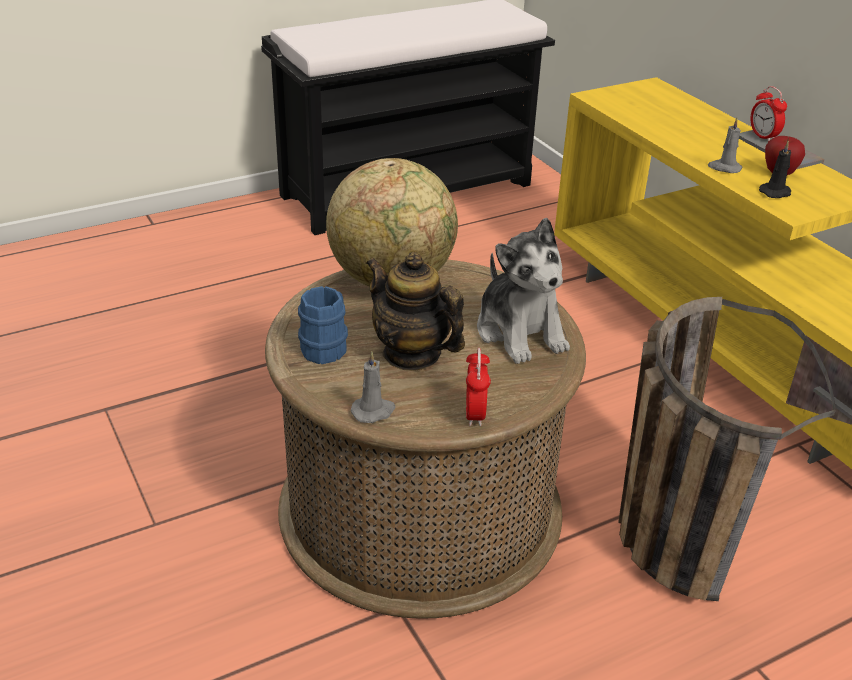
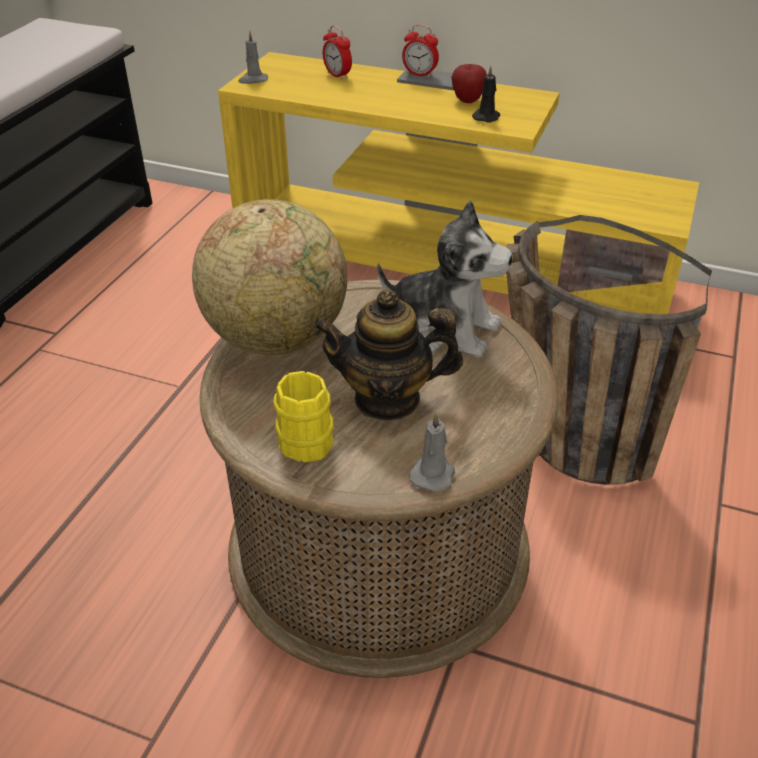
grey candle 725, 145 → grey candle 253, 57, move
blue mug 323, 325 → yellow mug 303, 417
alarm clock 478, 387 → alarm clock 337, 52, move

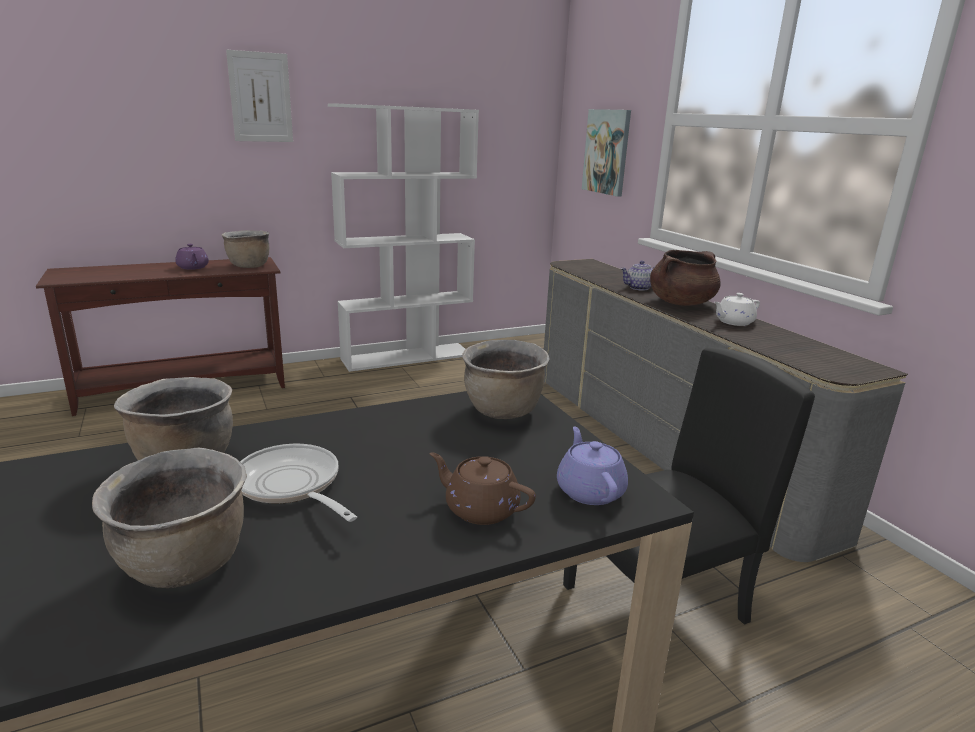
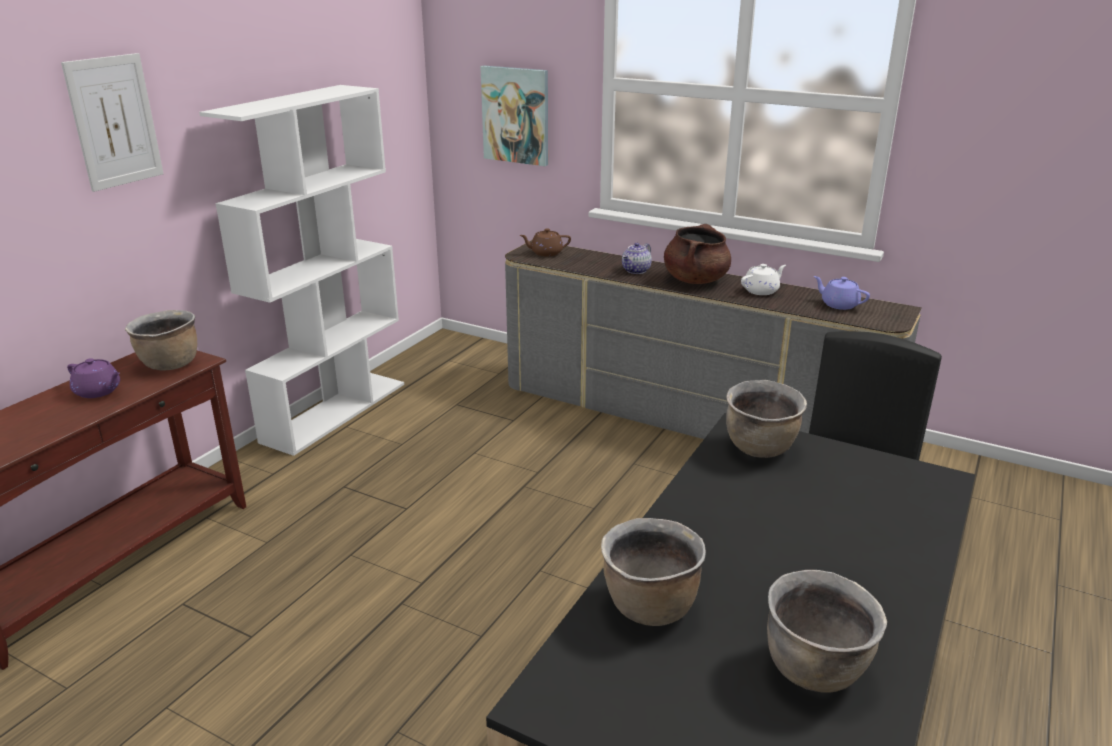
brown teapot 482, 488 → brown teapot 545, 242, move
white teapot 737, 309 → white teapot 763, 279, 150 degrees counterclockwise
purple teapot 592, 465 → purple teapot 842, 293, move
frying pan 298, 483 → -

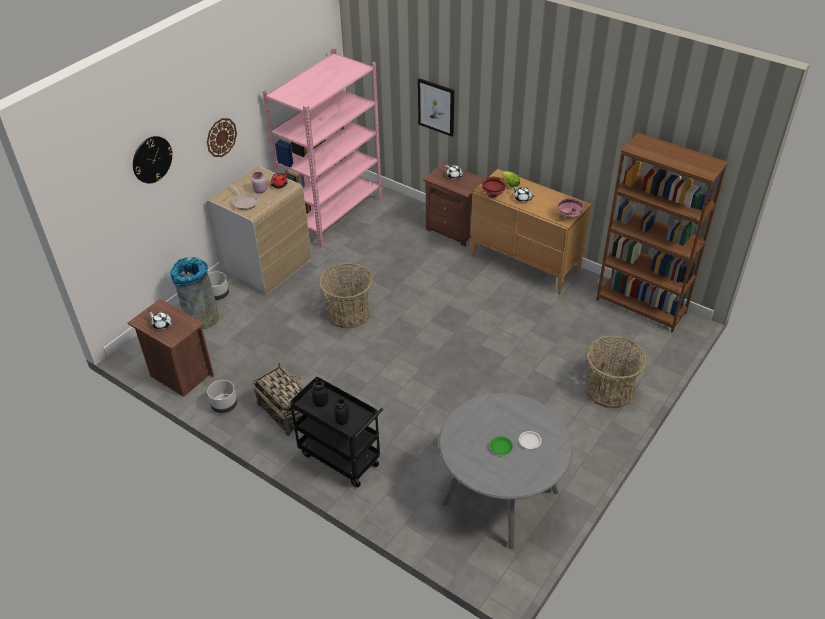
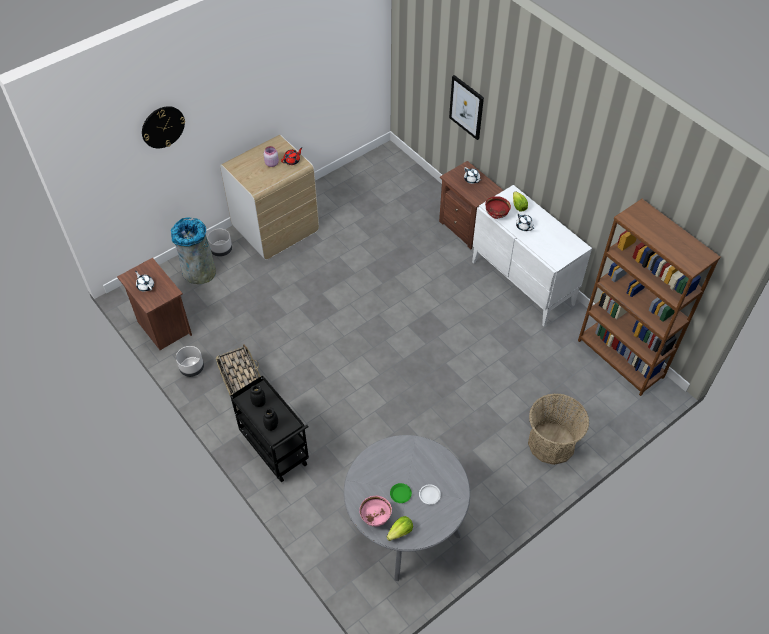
pink bowl 571, 209 → pink bowl 375, 511, move
- → lettuce 400, 528
brown cabinet 531, 232 → white cabinet 532, 255
wall clock 222, 137 → -
frying pan 245, 197 → -
pink bookcase 322, 148 → -
basket 346, 296 → -

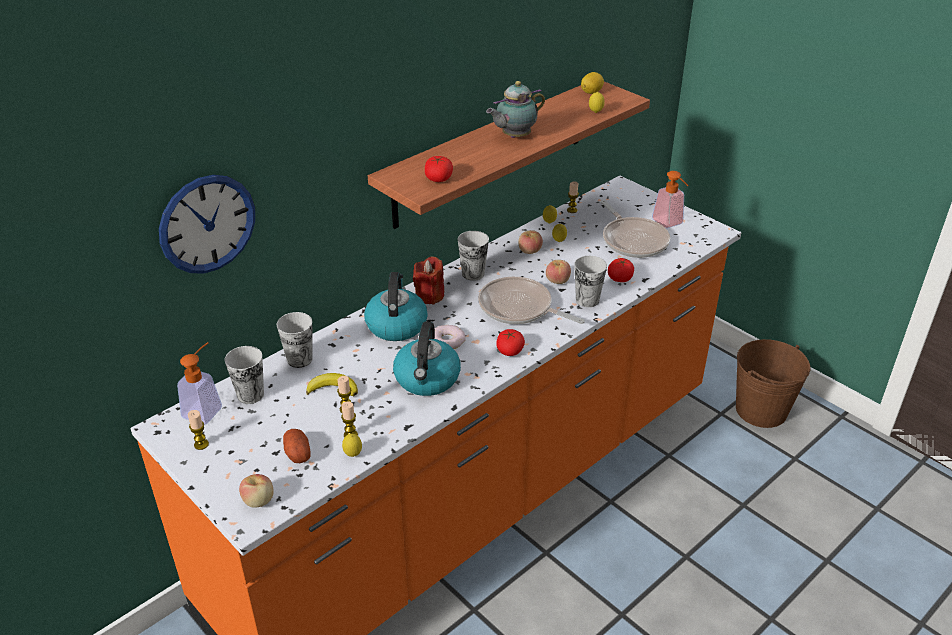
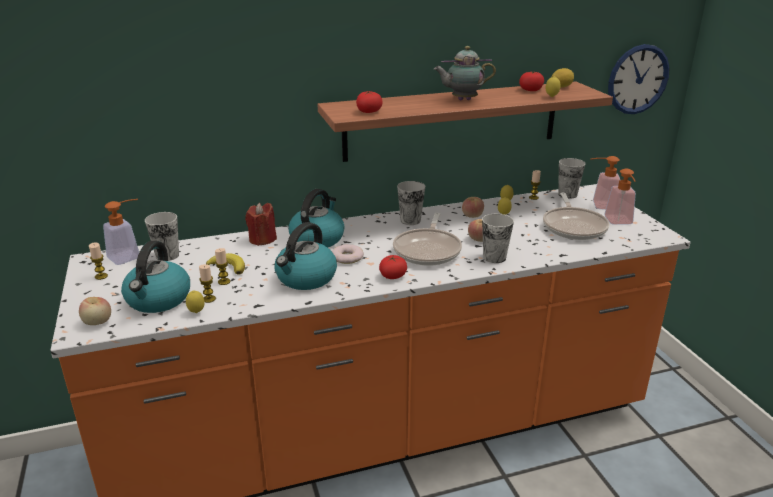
potato 297, 446 → kettle 155, 277
red candle 428, 281 → red candle 261, 224, move
frying pan 531, 300 → frying pan 427, 239, 135 degrees counterclockwise
tomato 621, 270 → tomato 531, 81, move
cup 295, 340 → cup 571, 178, move
- → soap dispenser 605, 183
wall clock 207, 224 → wall clock 639, 79, move
brown bucket 773, 383 → -

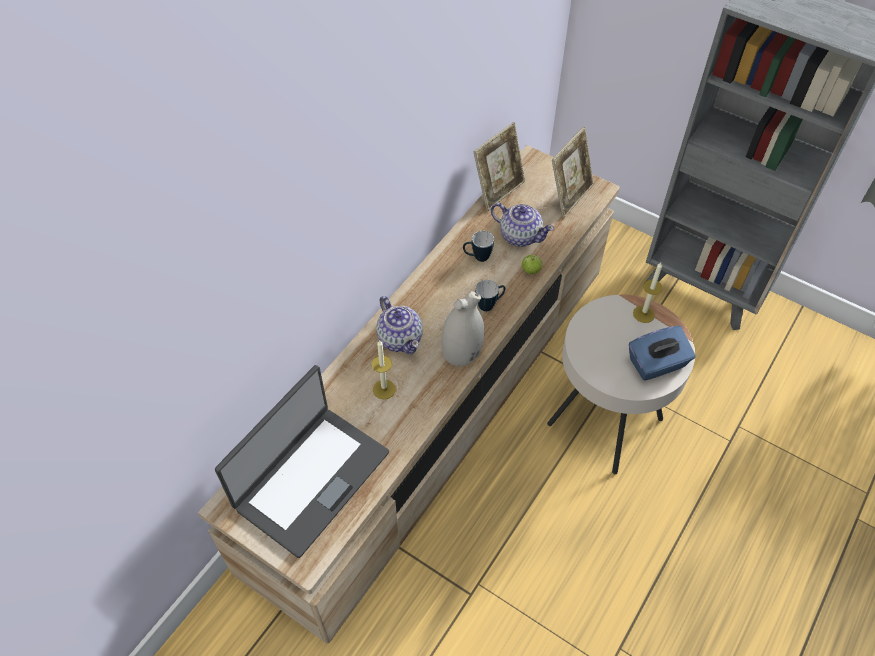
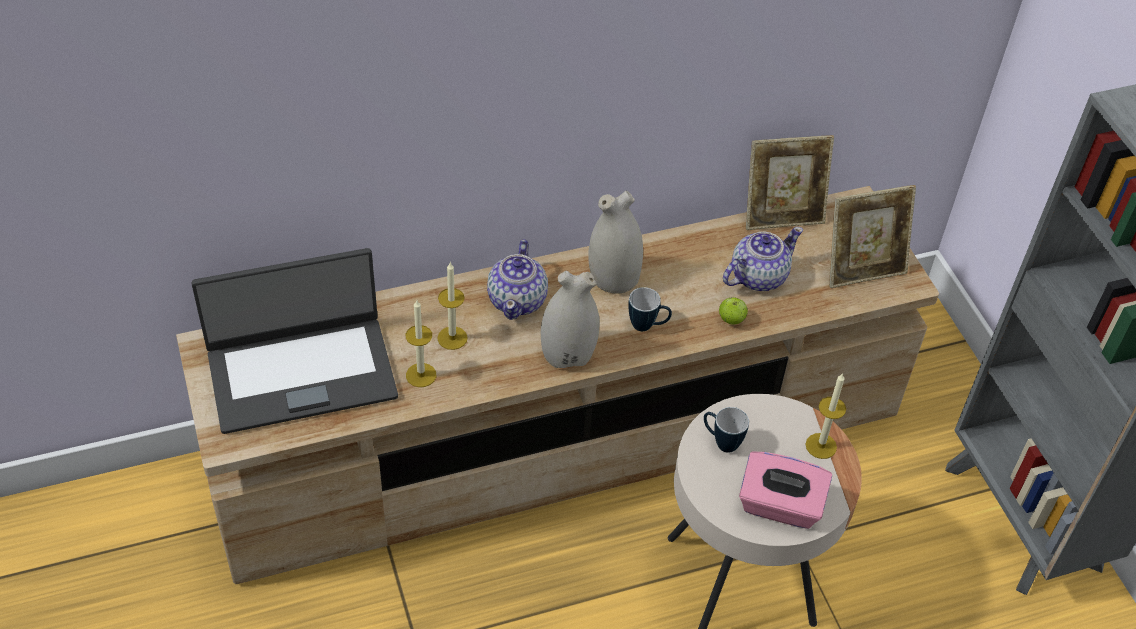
- → candle 421, 343
- → white vase 615, 242
mug 478, 246 → mug 726, 430, move
teapot 522, 224 → teapot 763, 259, 105 degrees counterclockwise
blue tissue box 662, 353 → pink tissue box 785, 490

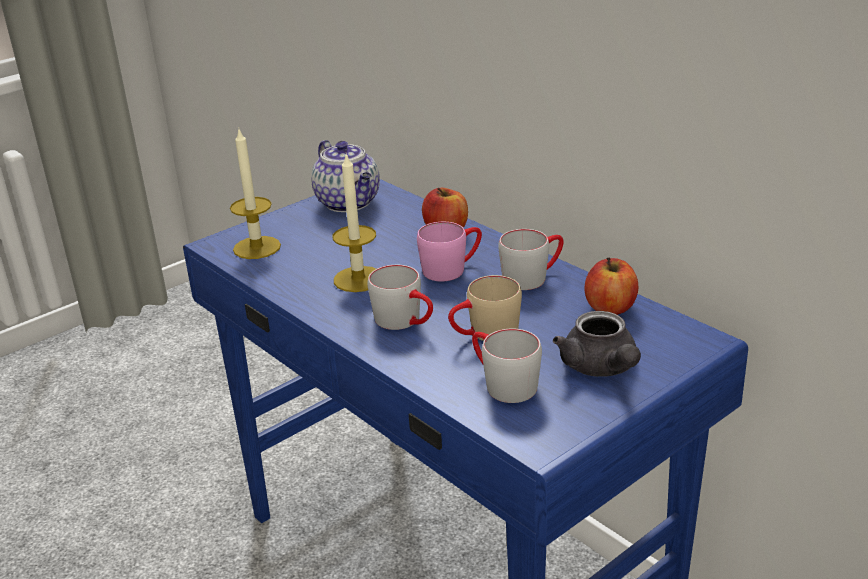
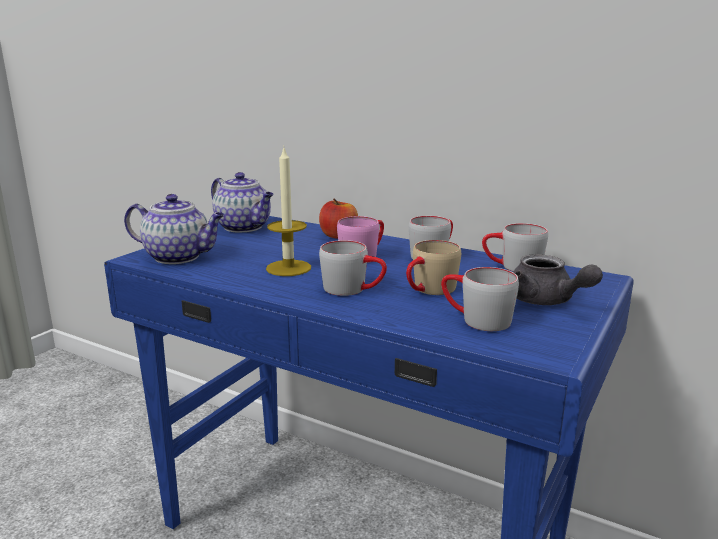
candle 255, 194 → teapot 174, 229
apple 611, 286 → grey mug 515, 247

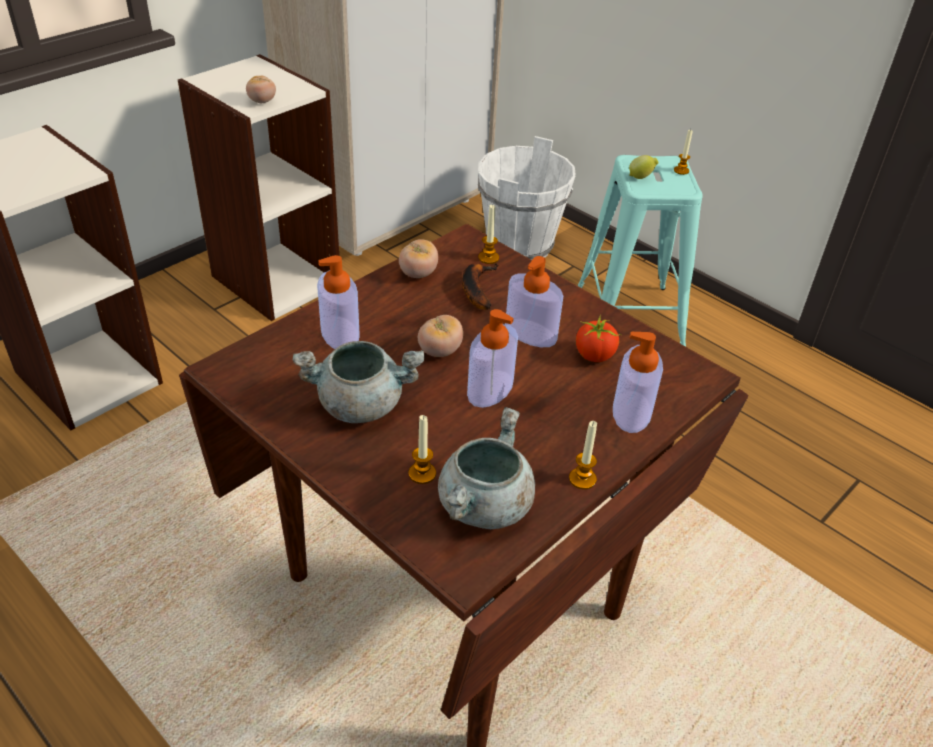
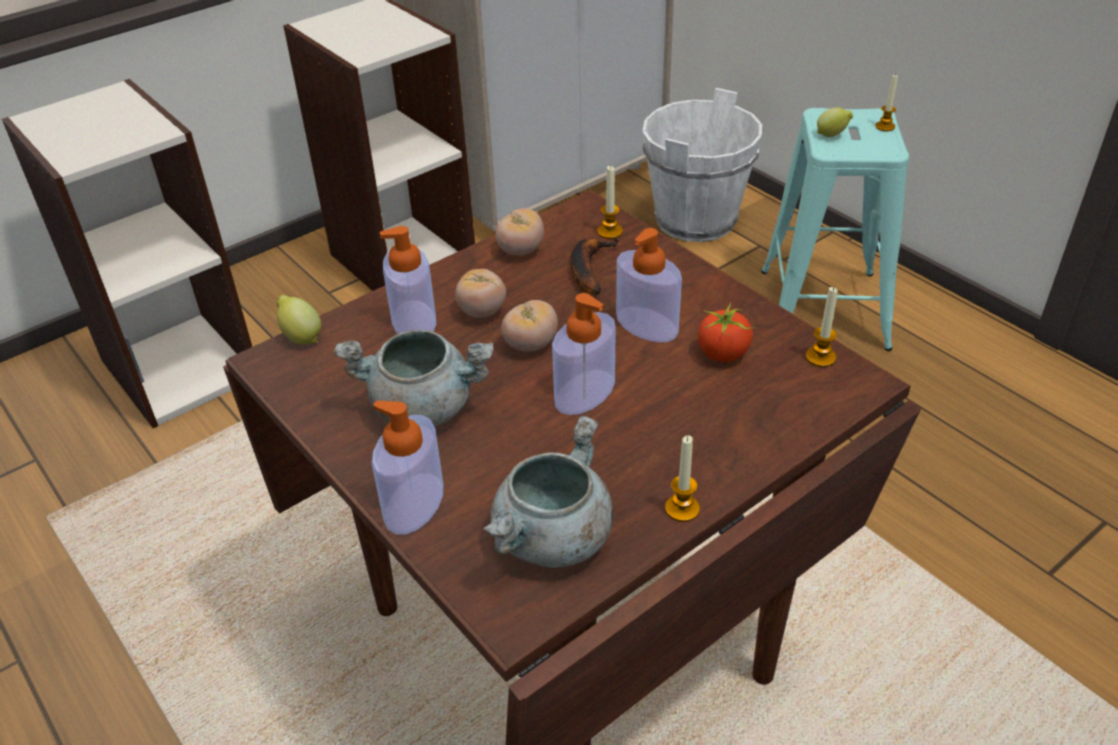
- → lemon 299, 319
soap dispenser 638, 382 → soap dispenser 407, 467, move
tomato 261, 89 → tomato 480, 293, move
candle 422, 449 → candle 822, 327, move

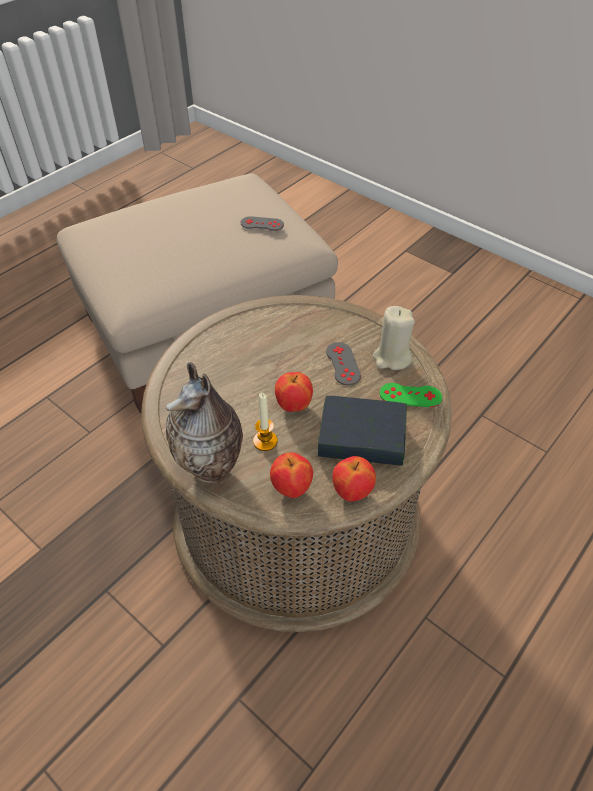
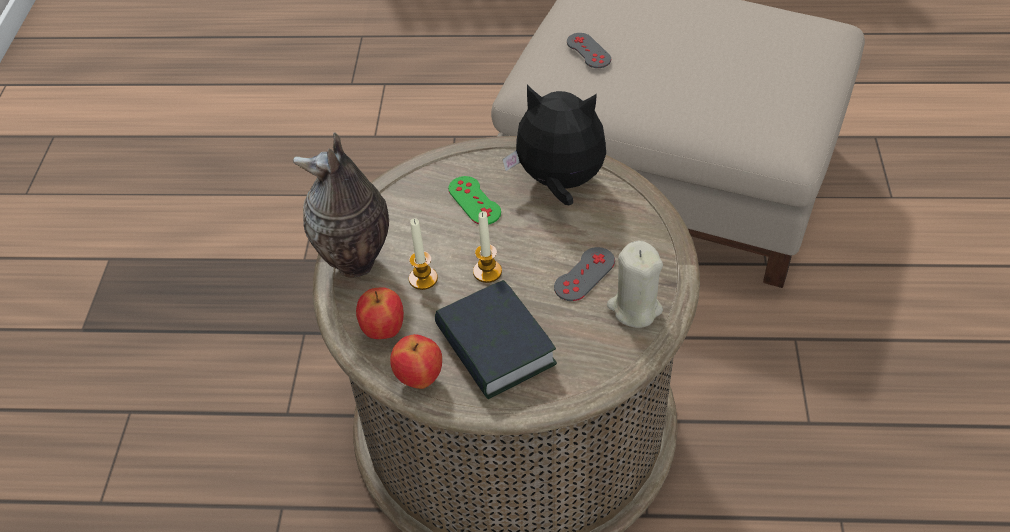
green game controller 411, 395 → green game controller 474, 200, move
apple 294, 392 → candle 487, 247
- → plush toy 554, 145
grey game controller 262, 223 → grey game controller 589, 50, move

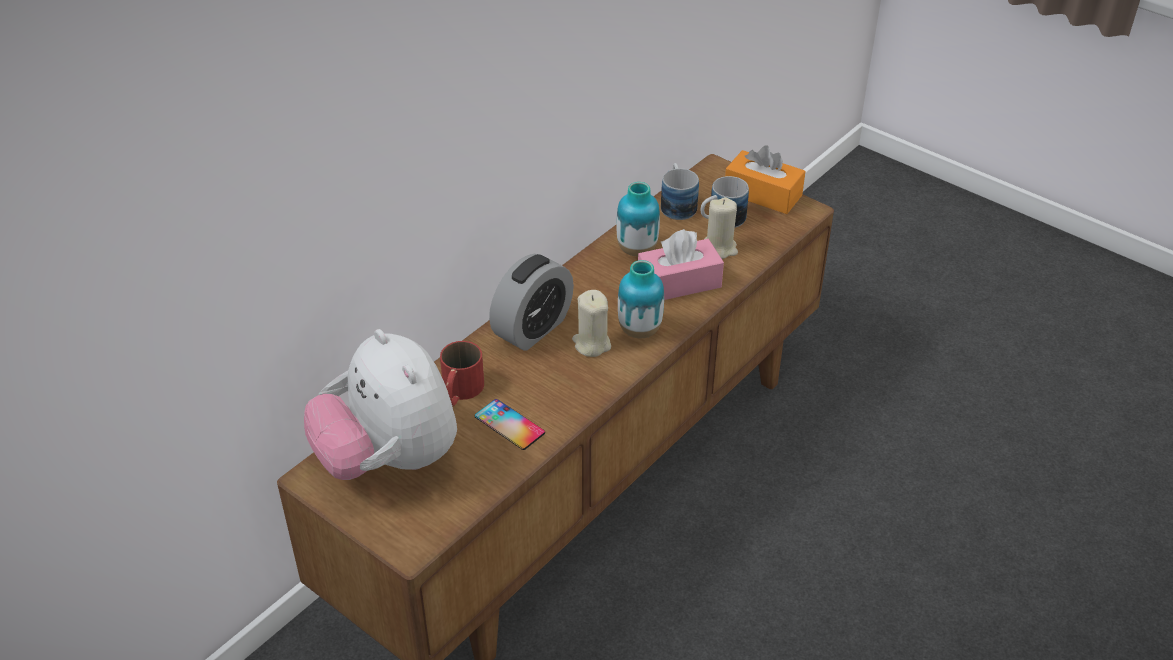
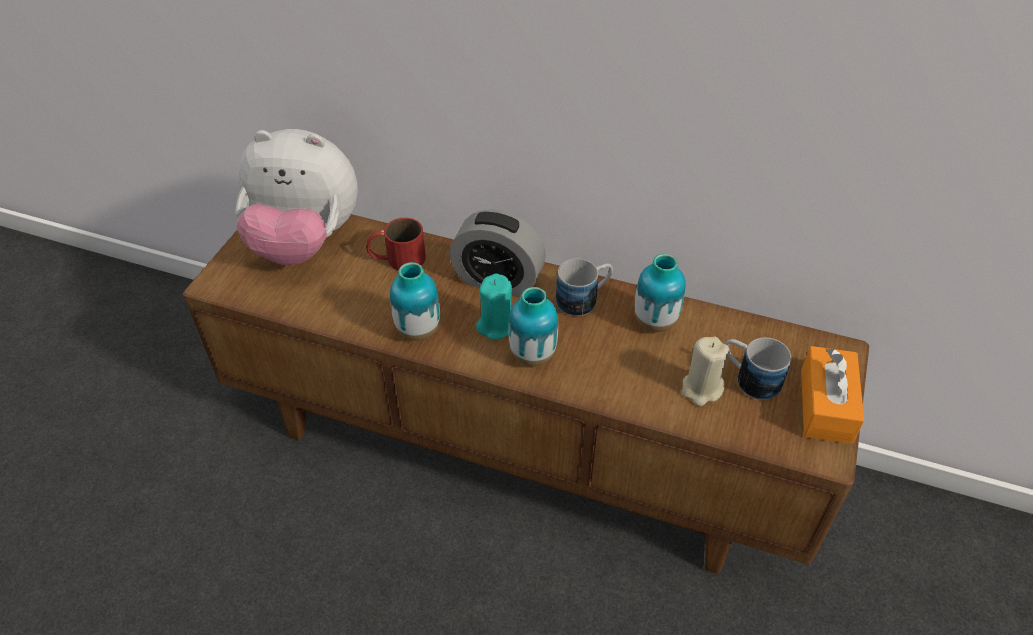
plush toy 380, 404 → plush toy 296, 197, 120 degrees counterclockwise
- → vase 415, 301
beige candle 591, 323 → turquoise candle 494, 306
mug 680, 191 → mug 584, 287, move
phone 510, 424 → -
pink tissue box 681, 264 → -

